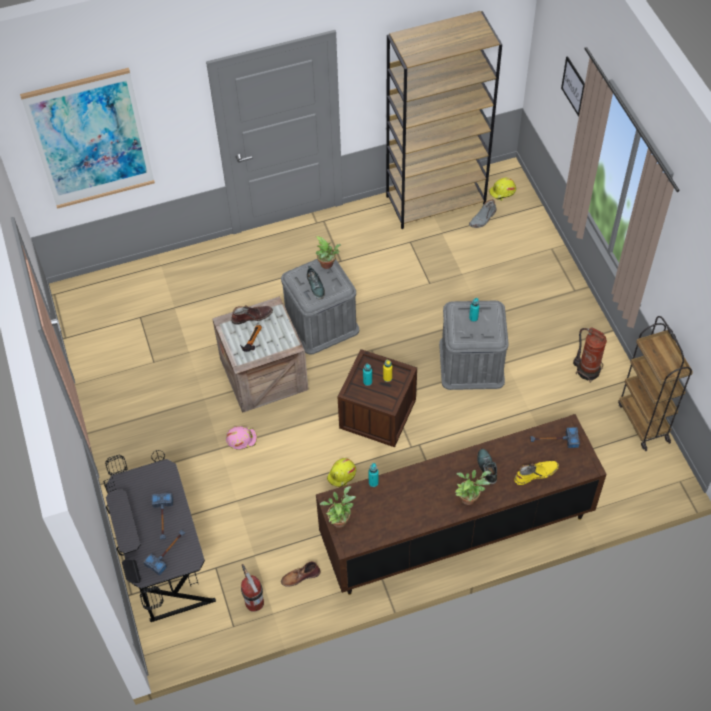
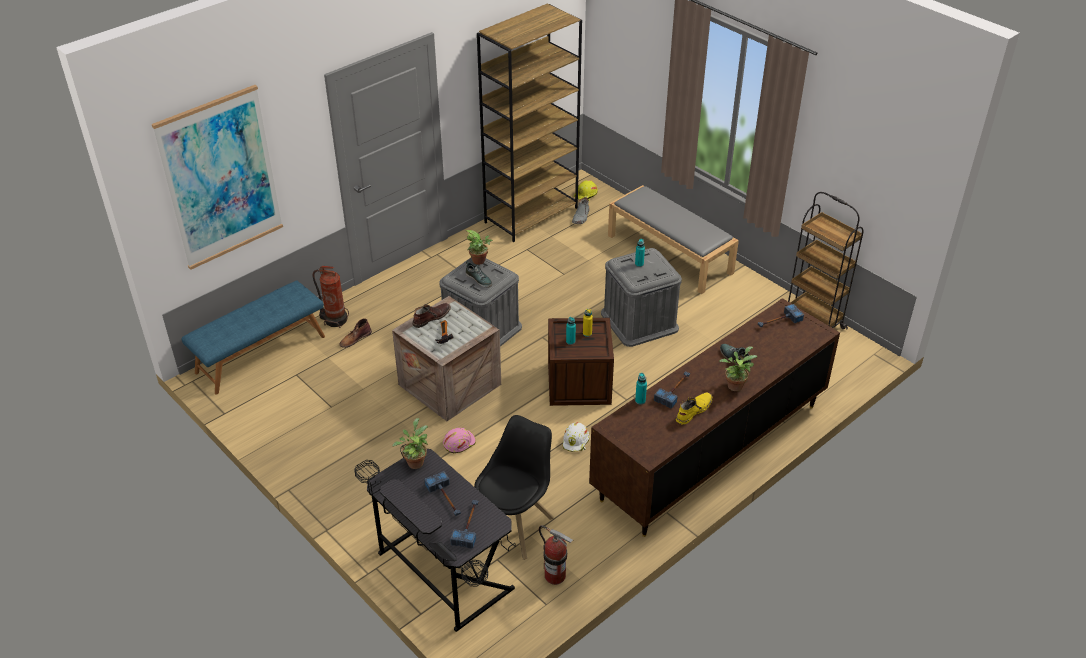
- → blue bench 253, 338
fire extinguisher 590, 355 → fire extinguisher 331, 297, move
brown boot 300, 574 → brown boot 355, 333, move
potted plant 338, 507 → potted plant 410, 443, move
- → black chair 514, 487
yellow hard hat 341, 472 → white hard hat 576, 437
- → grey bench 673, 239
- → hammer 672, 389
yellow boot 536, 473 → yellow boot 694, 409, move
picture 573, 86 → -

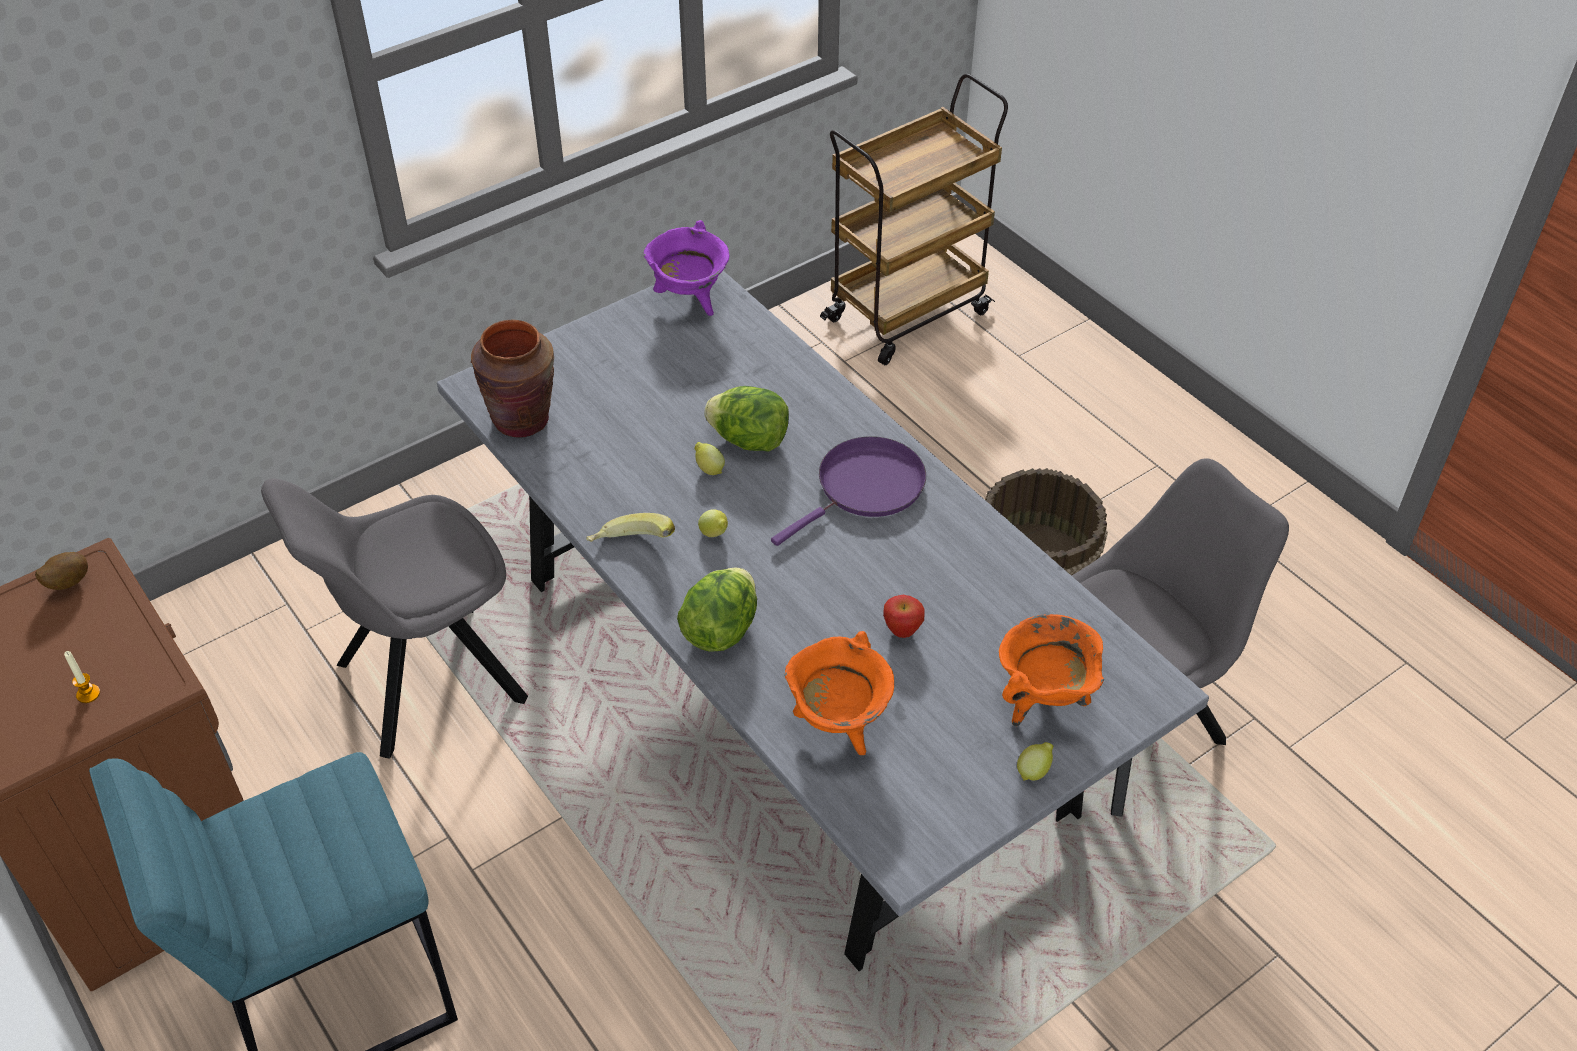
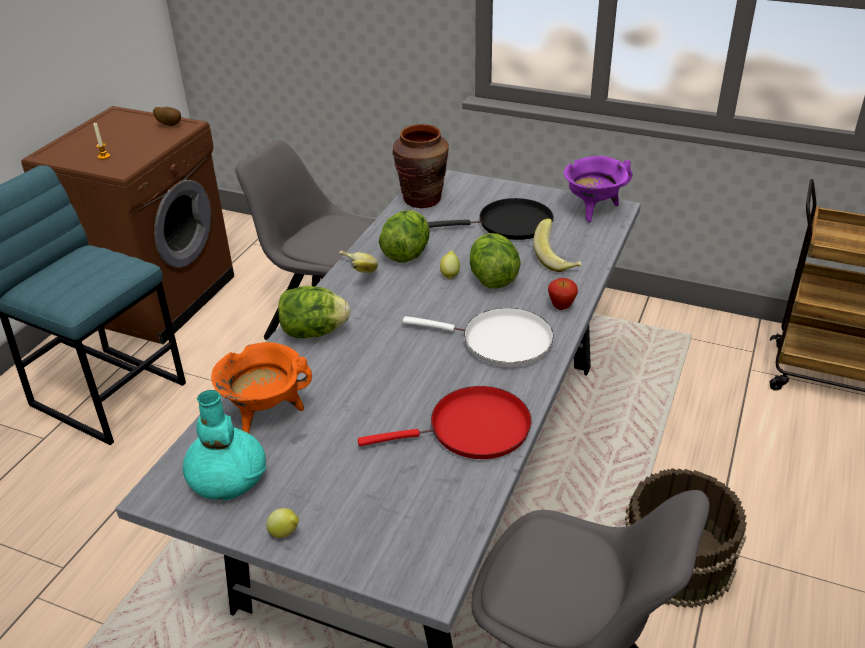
- → turquoise vase 224, 445
- → red frying pan 445, 422
- → lettuce 404, 236
purple frying pan 848, 491 → white frying pan 478, 337
- → black frying pan 491, 219
- → banana 557, 245
apple 904, 616 → apple 563, 294, move
lemon 713, 523 → -
orange cooking pot 1051, 670 → -

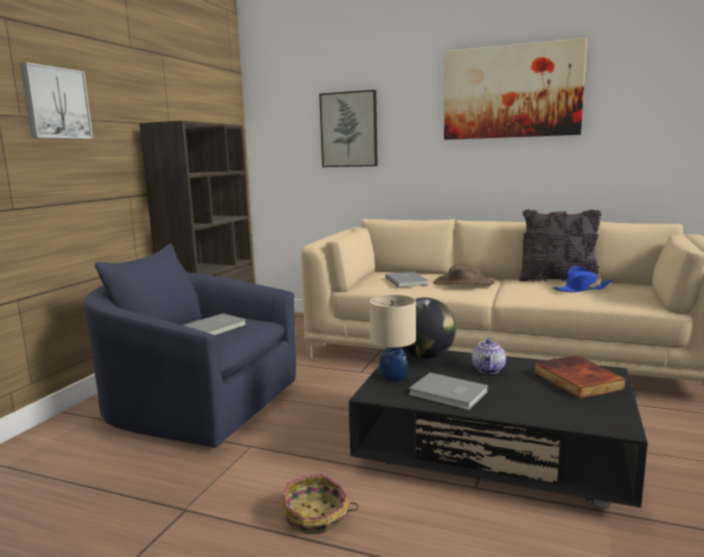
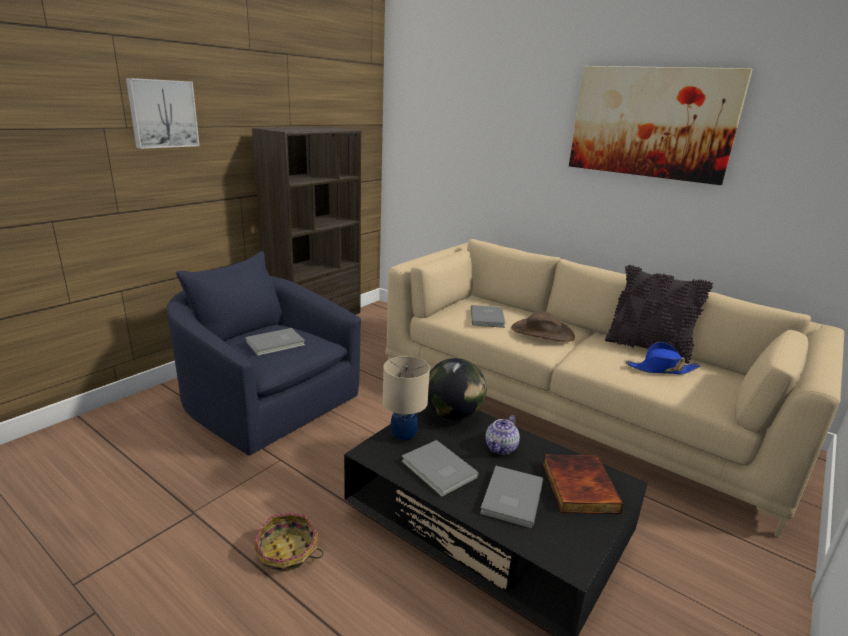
- → grey book 511, 497
picture 348, 128 → -

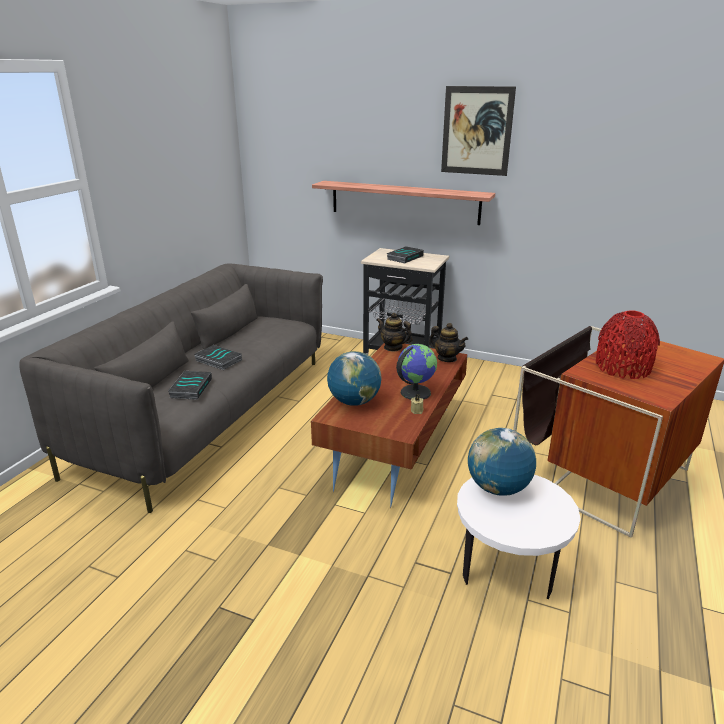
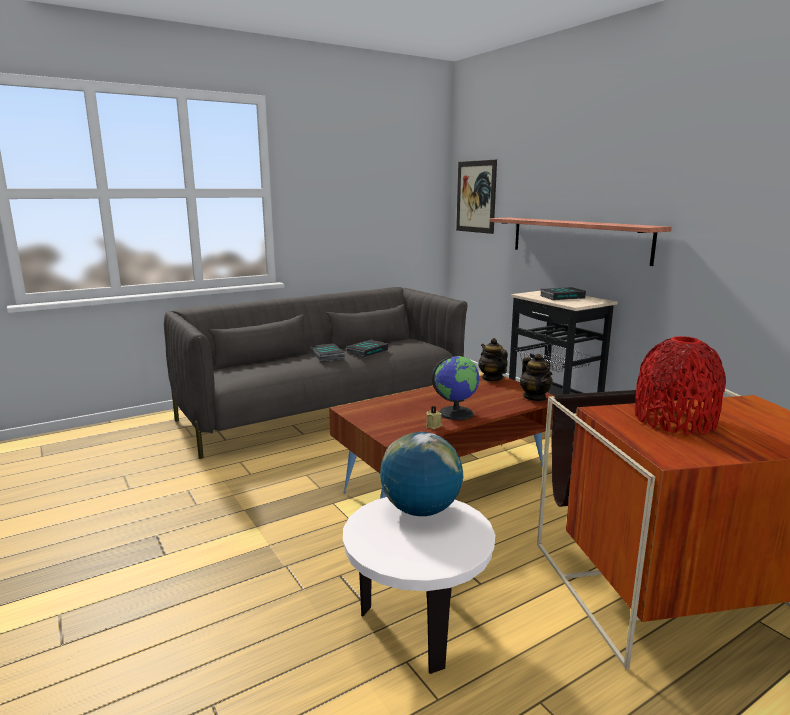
book 190, 385 → book 367, 349, move
picture 478, 131 → picture 476, 197, move
globe 354, 378 → -

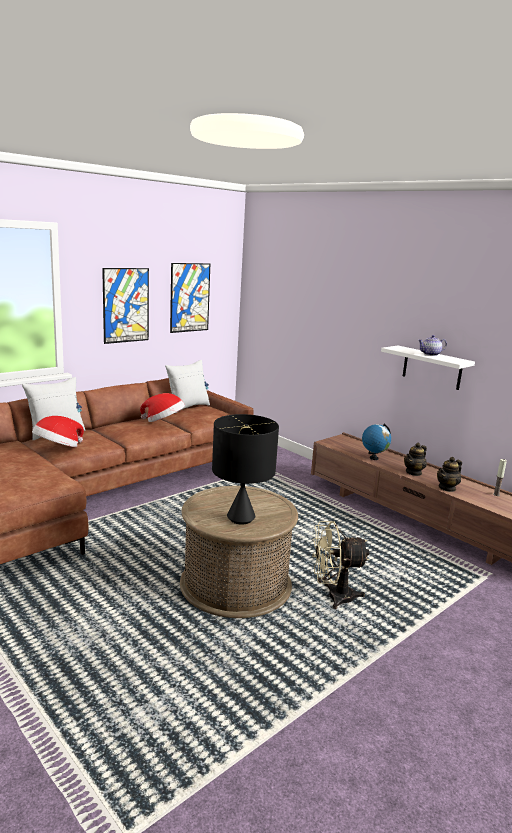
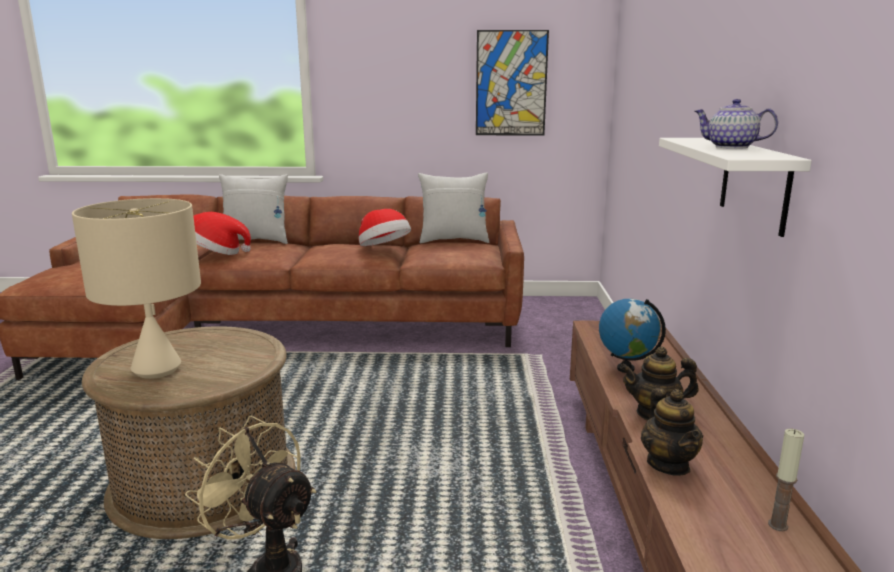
black table lamp 245, 469 → beige table lamp 136, 288
teapot 449, 474 → teapot 672, 432, 105 degrees counterclockwise
picture 125, 306 → -

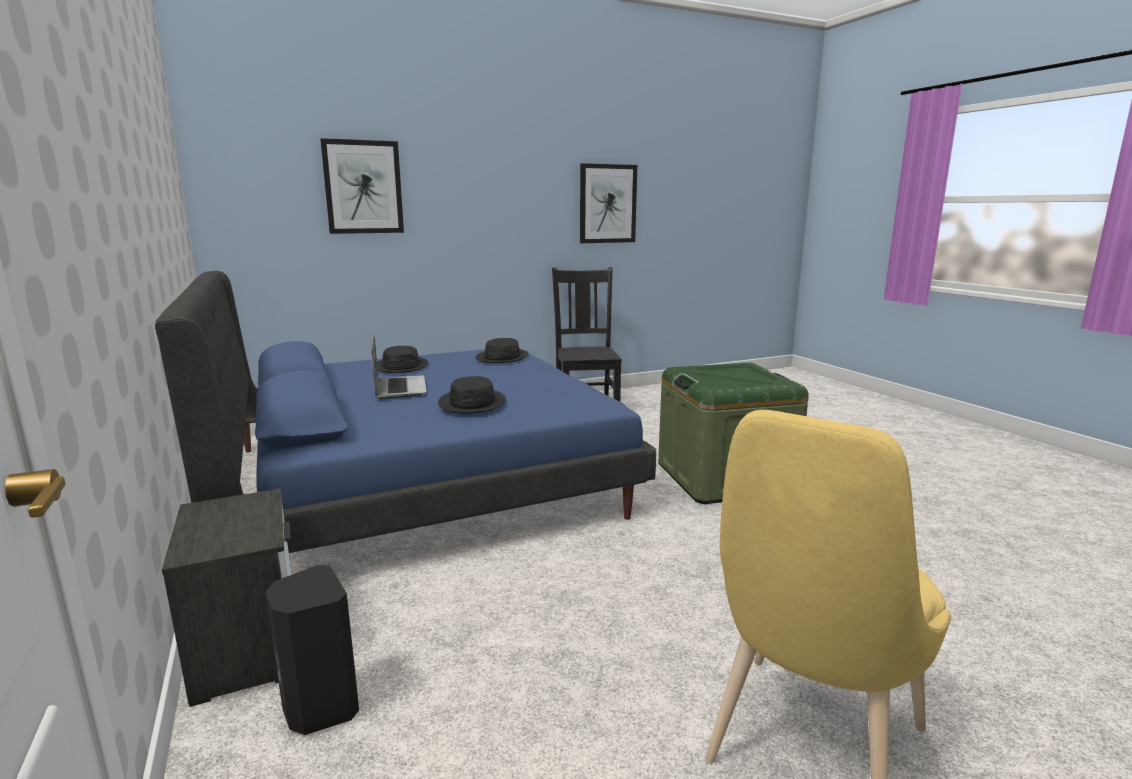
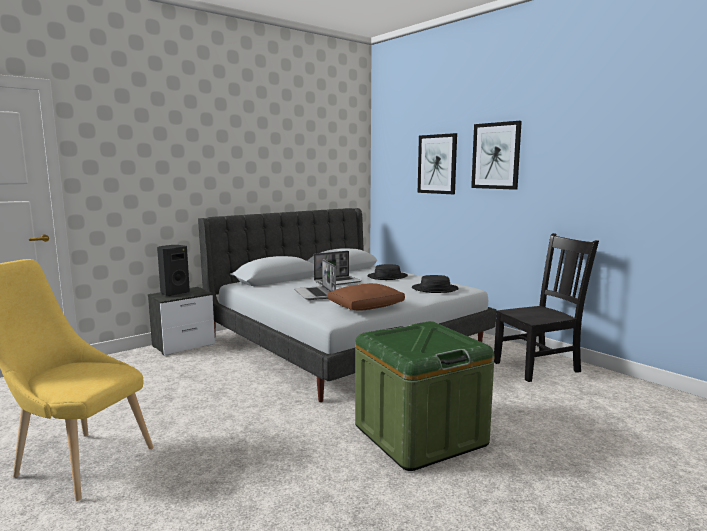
black speaker 312, 650 → black speaker 173, 270, move
blue bed 405, 412 → grey bed 347, 305
black hat 472, 395 → laptop 315, 279
- → brown pillow 366, 296
picture 608, 203 → picture 496, 155, move

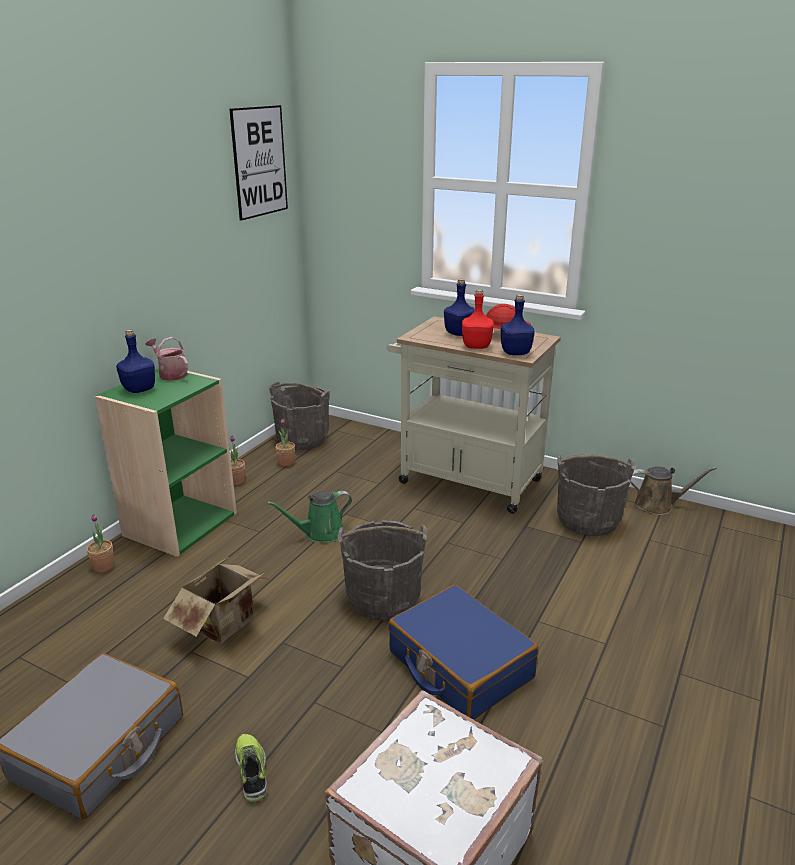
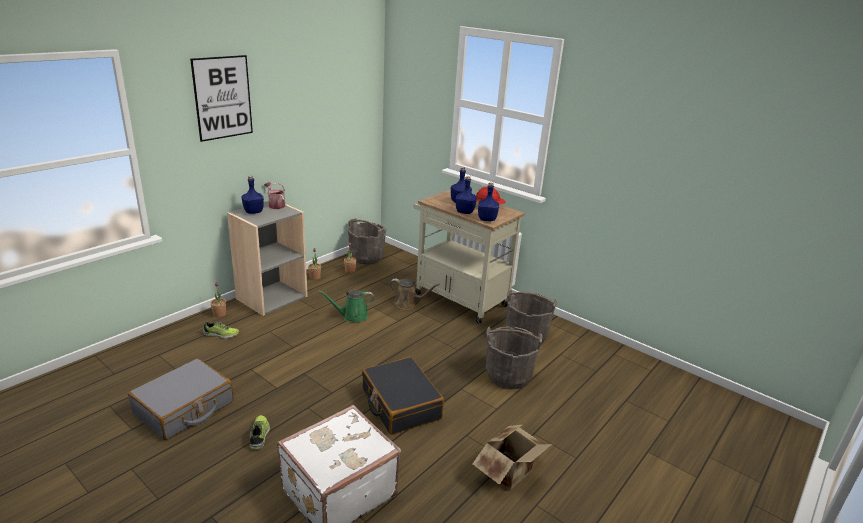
picture 258, 163 → picture 221, 98, move
- → shoe 221, 330
green bookcase 165, 462 → grey bookcase 267, 258
blue suitcase 463, 652 → black suitcase 403, 396
brown watering can 673, 490 → brown watering can 414, 294, move
red bottle 478, 319 → blue bottle 466, 195
cardboard box 216, 600 → cardboard box 512, 457, move
grey bucket 382, 570 → grey bucket 514, 357, move

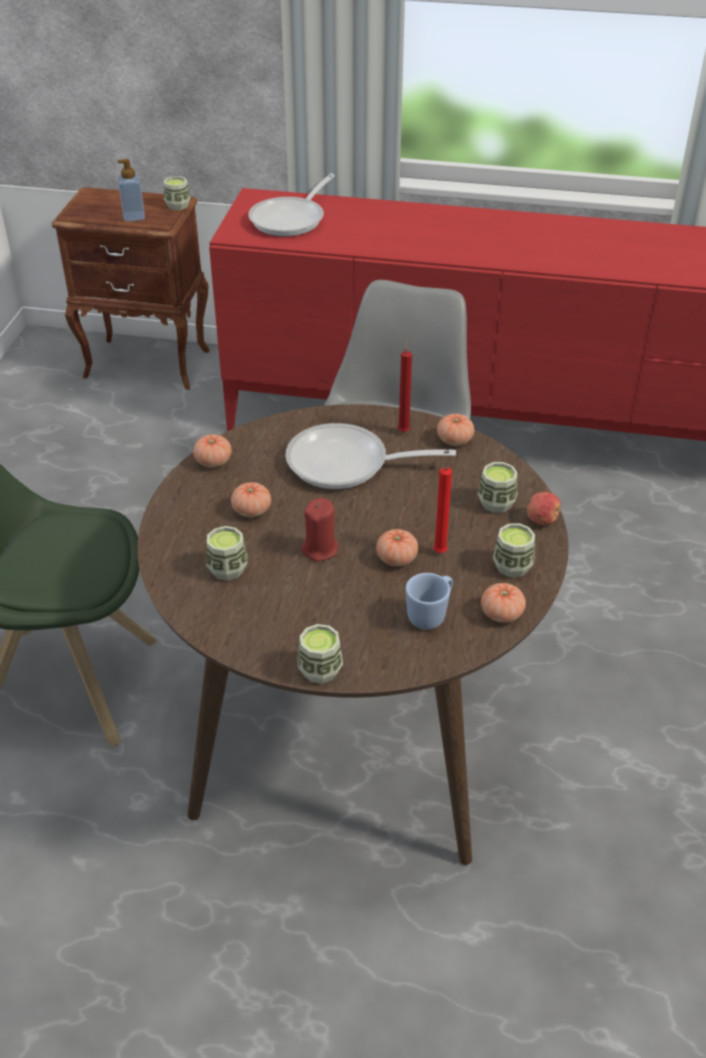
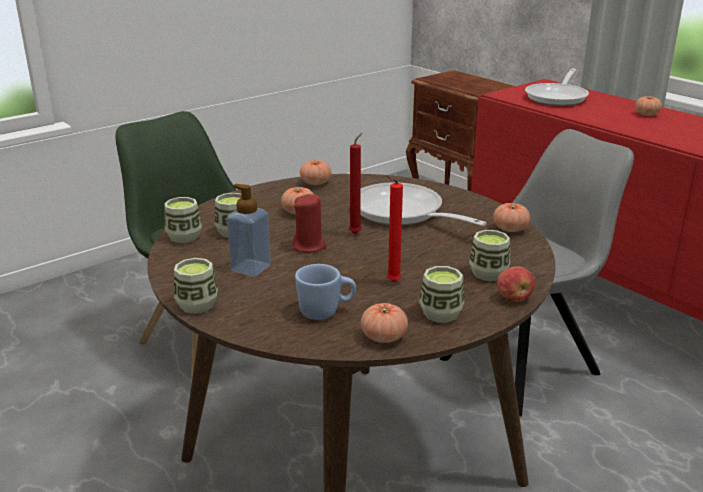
cup 177, 193 → cup 183, 220, move
soap dispenser 131, 190 → soap dispenser 249, 230, move
red candle 405, 385 → red candle 355, 183, move
frying pan 291, 205 → frying pan 557, 87, 45 degrees counterclockwise
tomato 397, 547 → tomato 648, 106, move

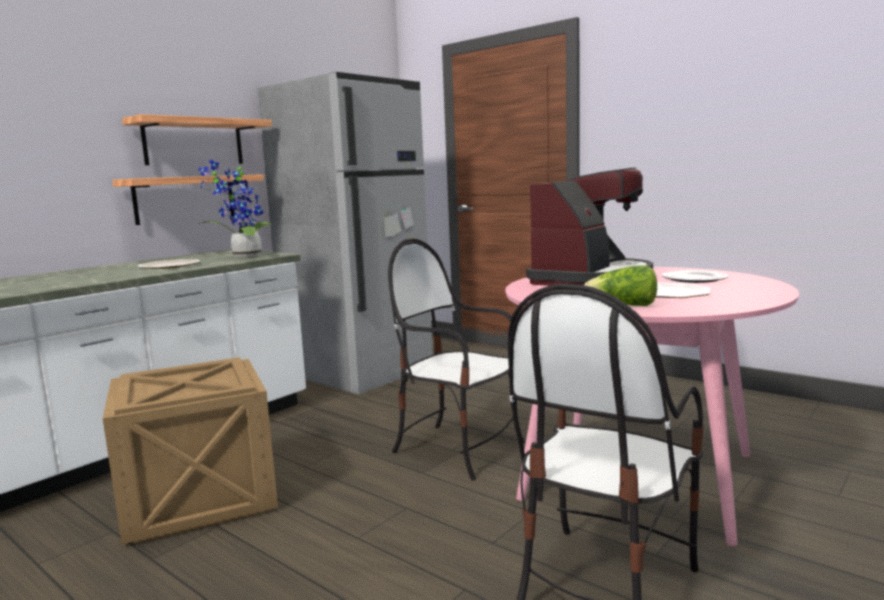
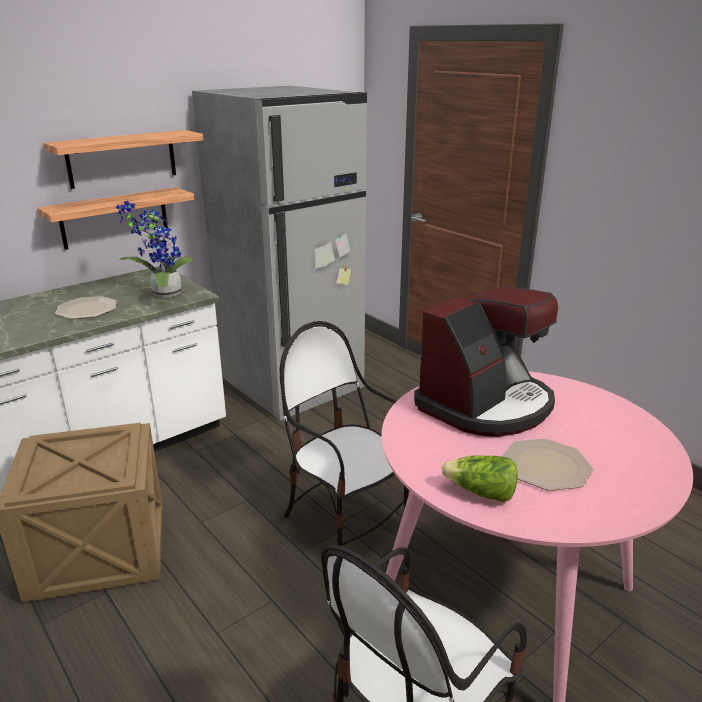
plate 695, 276 → -

